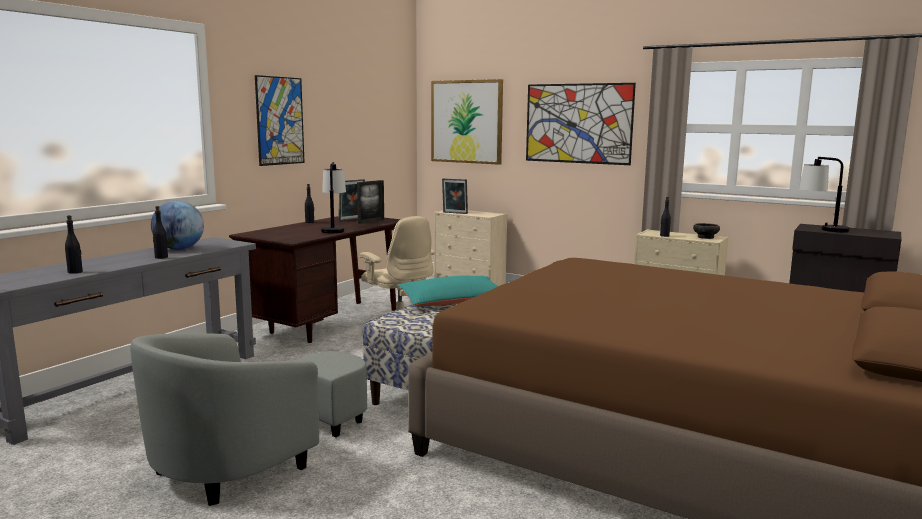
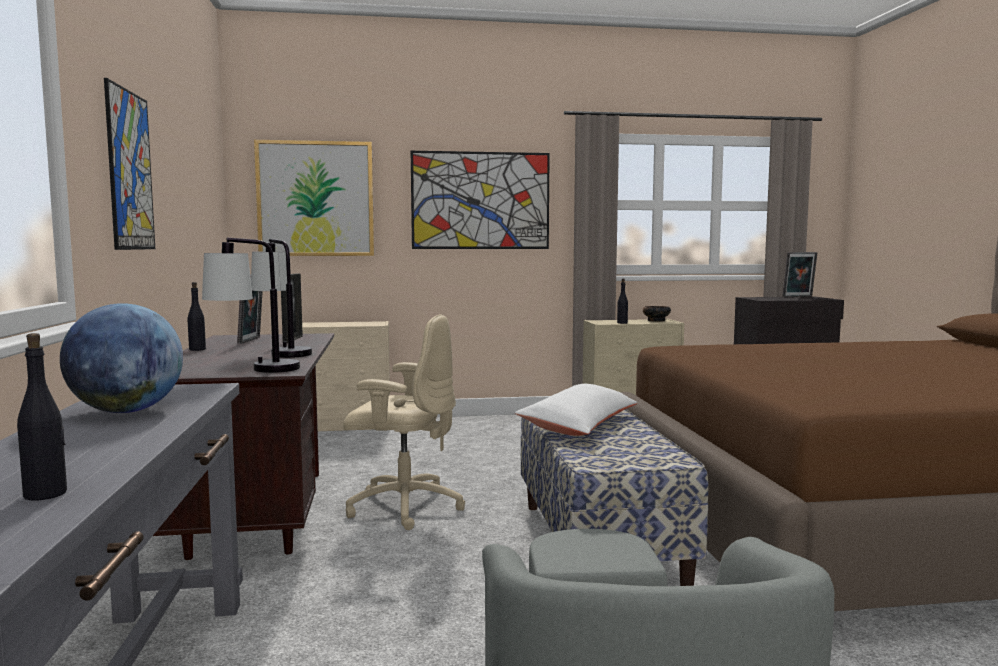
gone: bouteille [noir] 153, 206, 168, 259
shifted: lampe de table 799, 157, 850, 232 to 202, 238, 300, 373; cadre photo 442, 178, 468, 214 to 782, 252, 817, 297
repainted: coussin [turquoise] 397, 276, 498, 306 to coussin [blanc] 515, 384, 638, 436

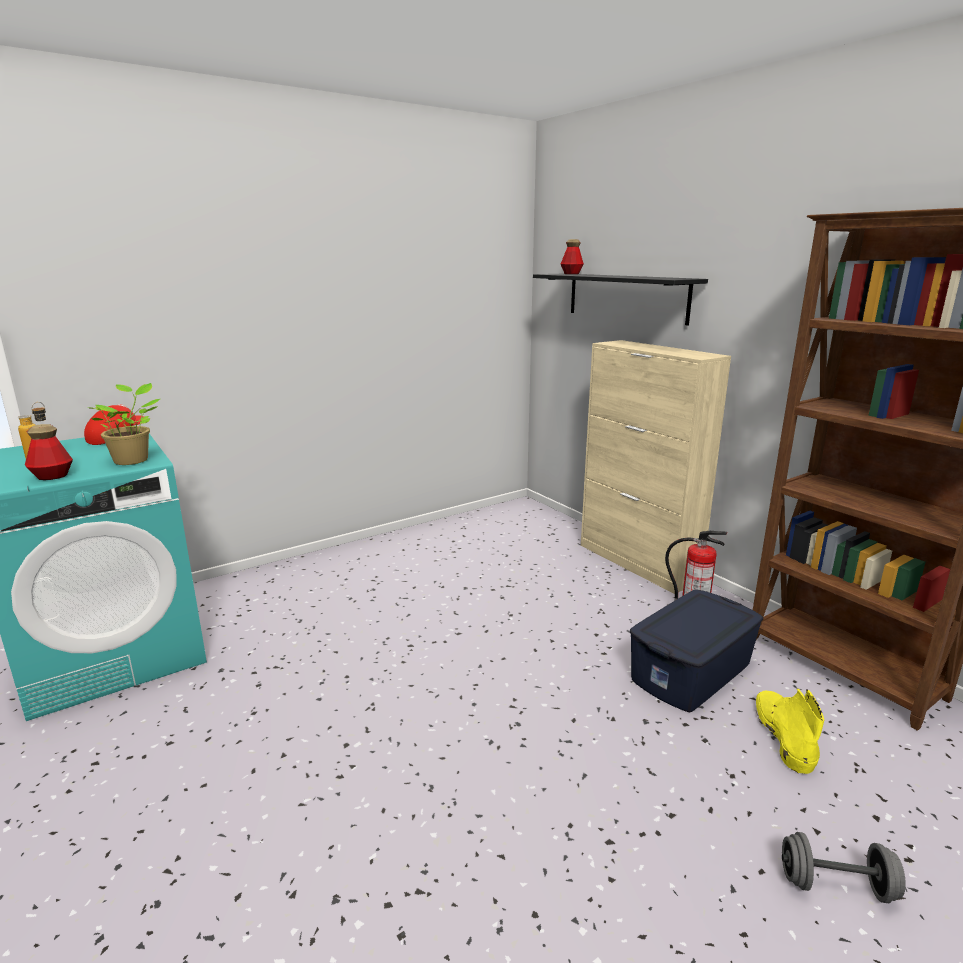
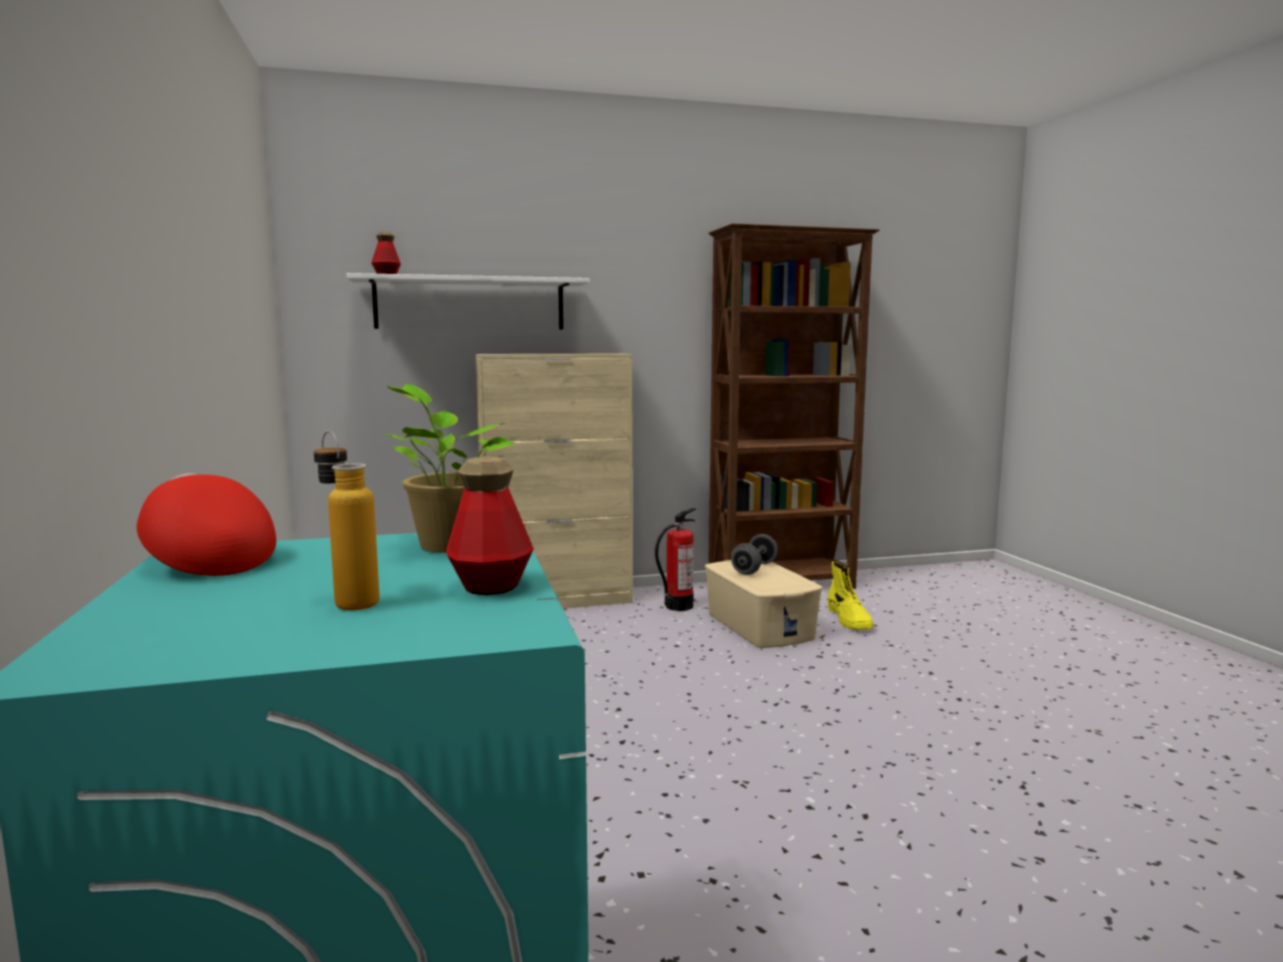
shifted: haltère [gris] 782, 832, 906, 903 to 731, 534, 778, 575
repainted: étagère [noir] 533, 274, 708, 326 to étagère [blanc] 347, 273, 589, 330; boîte de rangement [bleu] 630, 589, 763, 712 to boîte de rangement [beige] 705, 560, 823, 648
rotated: botte [jaune] 756, 689, 824, 774 = 828, 561, 874, 630 120 degrees counterclockwise

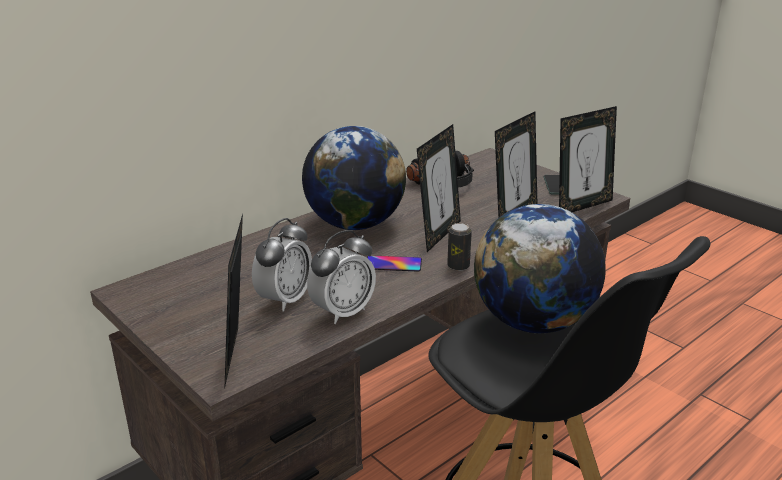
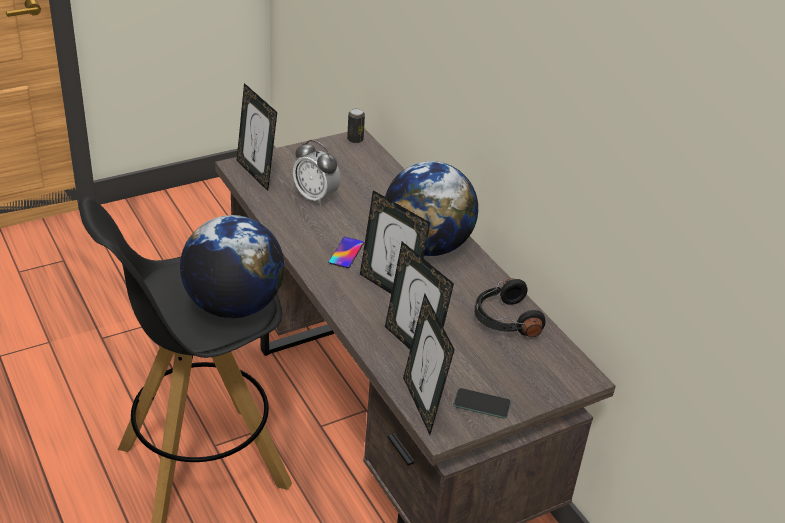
gone: réveil 307, 230, 376, 324
shifted: boîte métallique 447, 223, 472, 271 to 347, 109, 365, 143
rotated: cadre photo 224, 214, 243, 389 = 237, 83, 277, 191 135 degrees counterclockwise

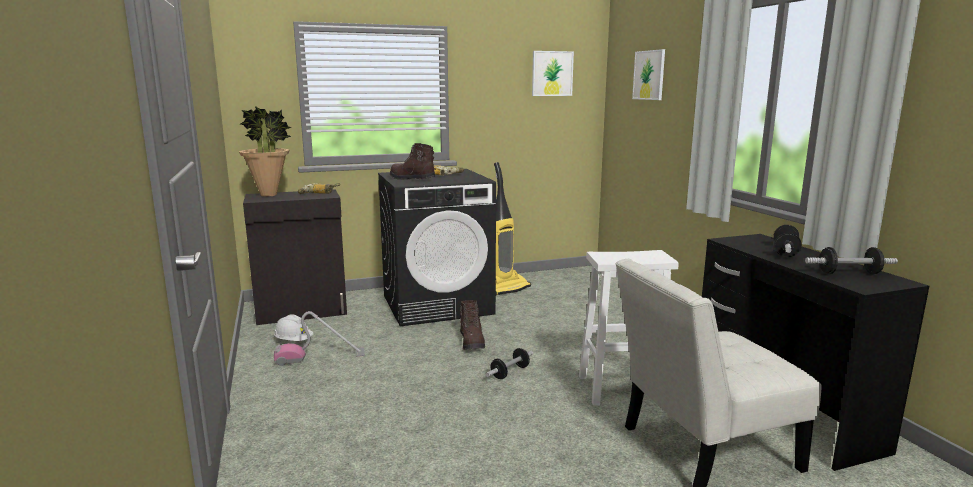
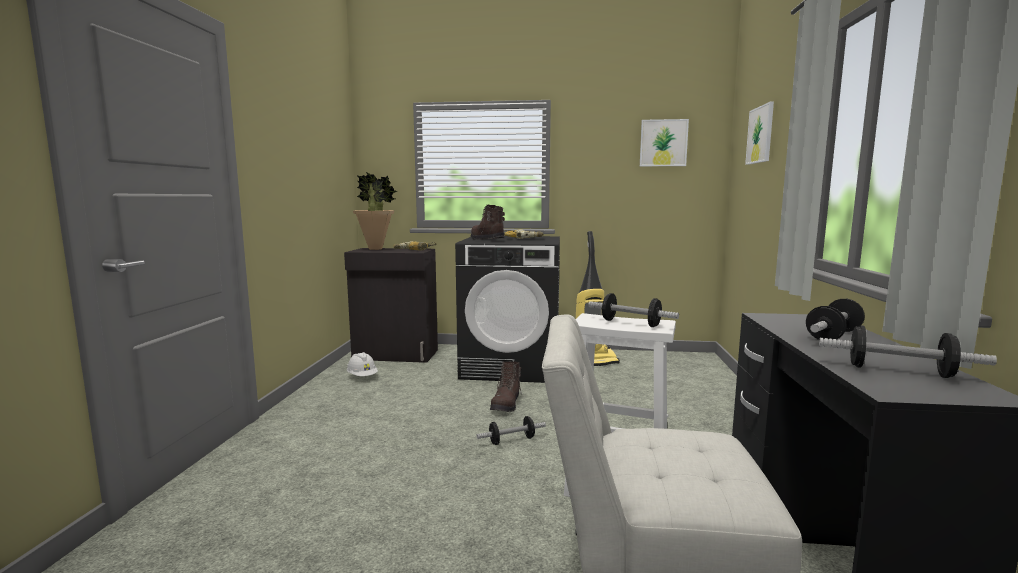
gone: aspirateur 274, 311, 365, 366
new: haltère 588, 293, 679, 327

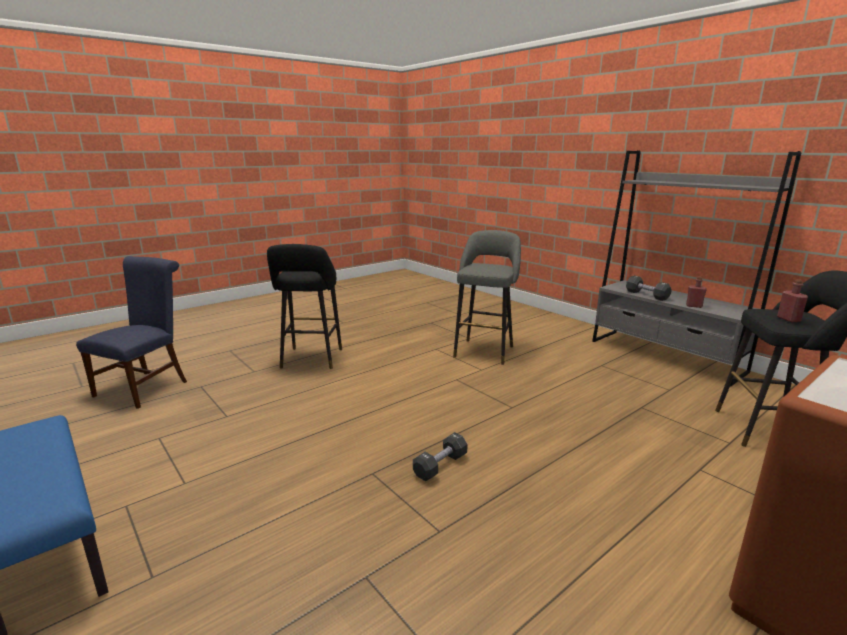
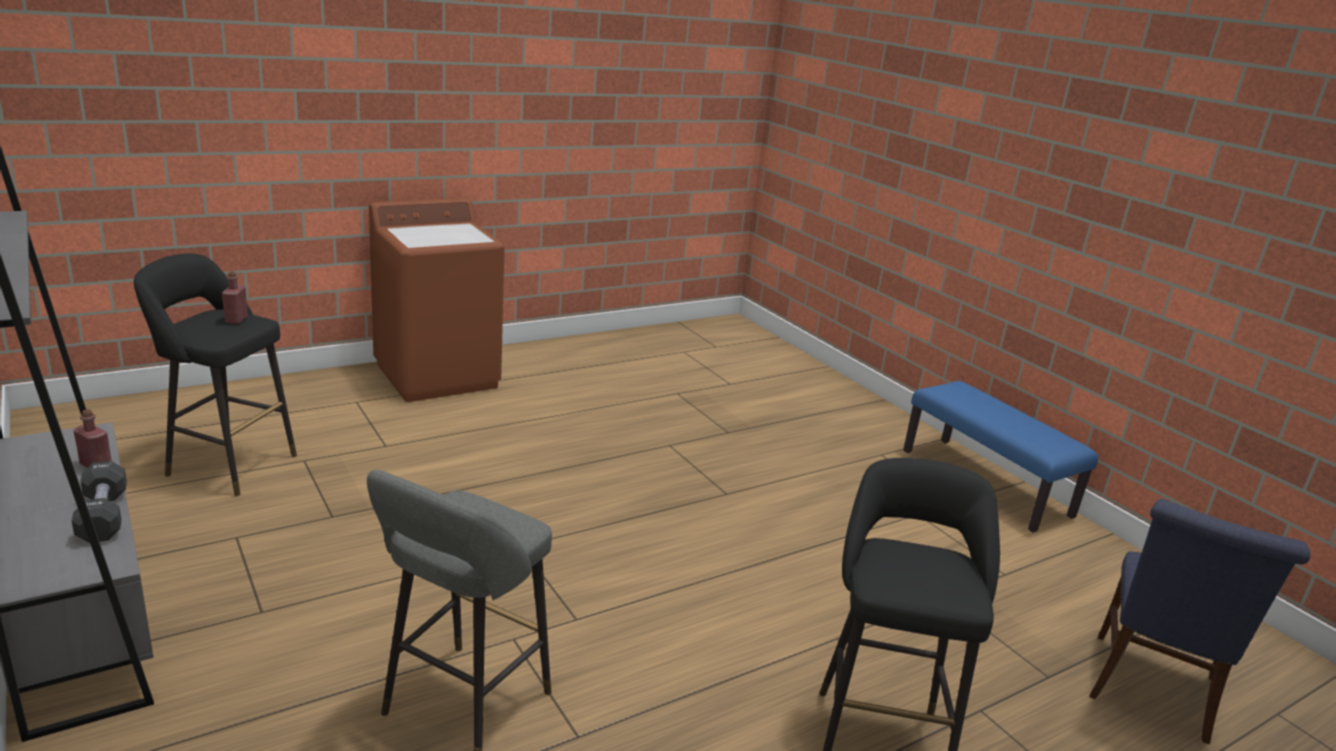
gone: haltère [noir] 413, 432, 468, 481

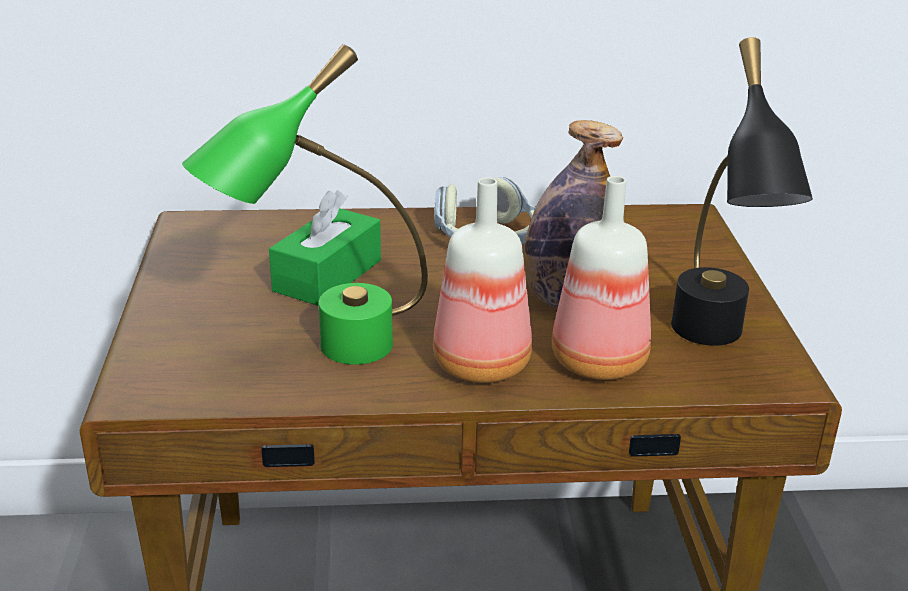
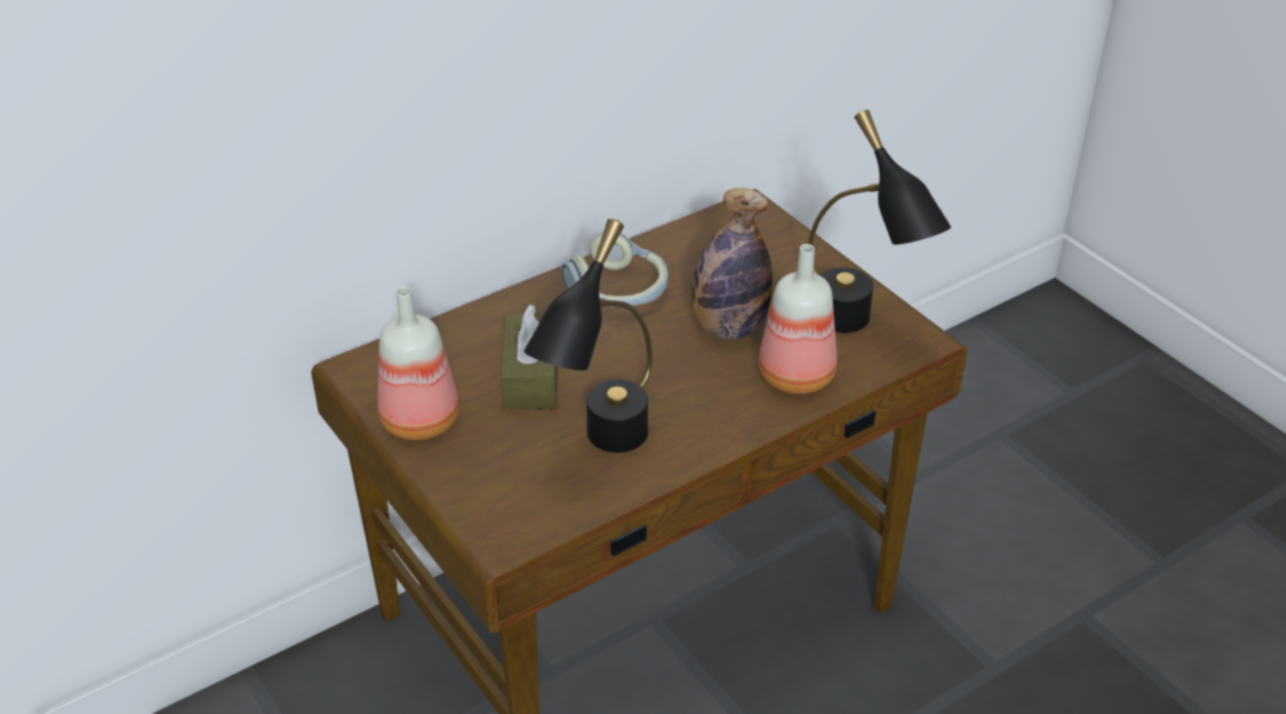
shifted: bouteille 433, 177, 532, 383 to 377, 287, 459, 440
repainted: boîte à mouchoirs [vert] 269, 190, 381, 306 to boîte à mouchoirs [marron] 500, 305, 557, 410; lampe de table [vert] 182, 44, 428, 365 to lampe de table [noir] 524, 219, 652, 453

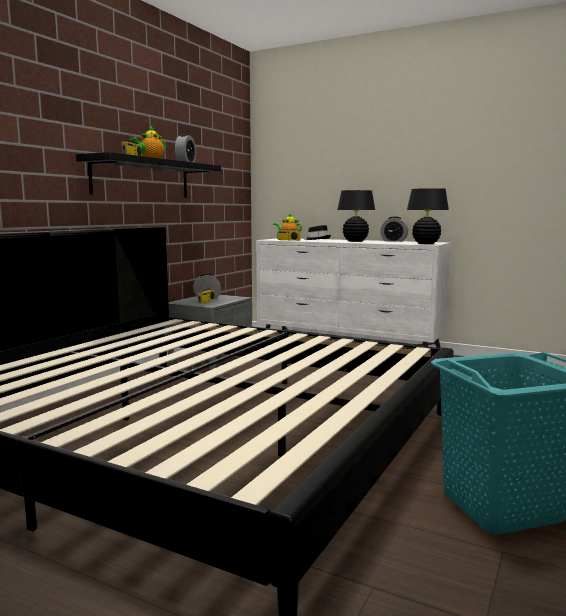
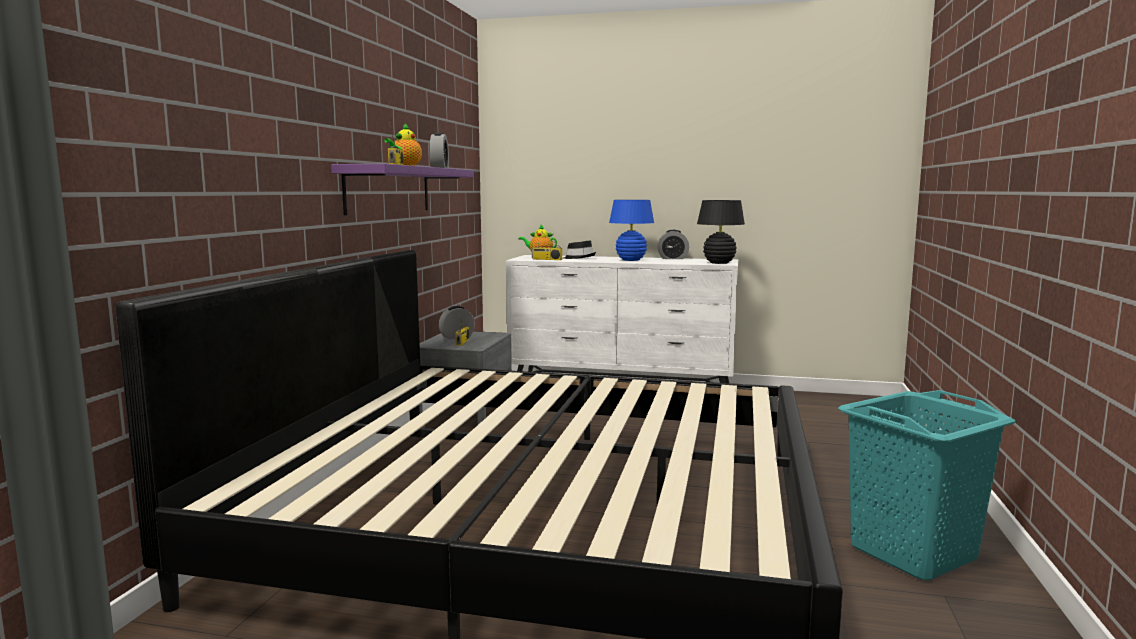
repainted: étagère [noir] 76, 152, 221, 198 to étagère [violet] 331, 164, 474, 215; lampe de table [noir] 337, 190, 375, 242 to lampe de table [bleu] 609, 200, 654, 261

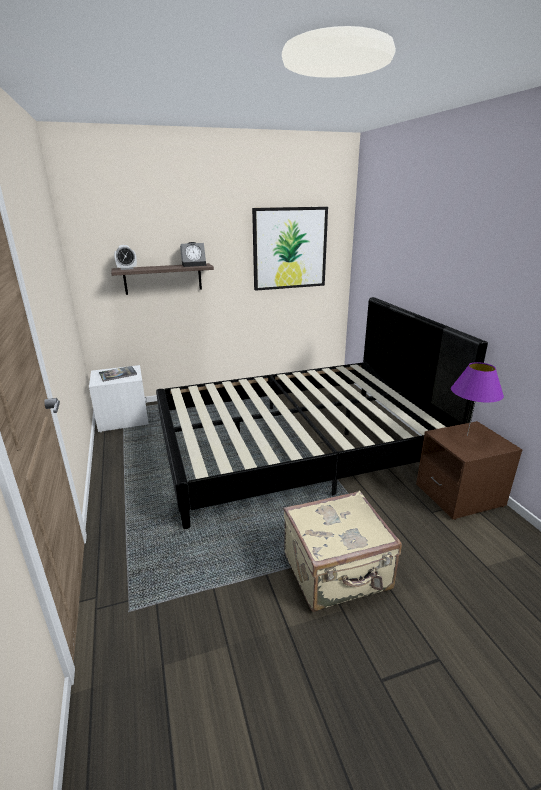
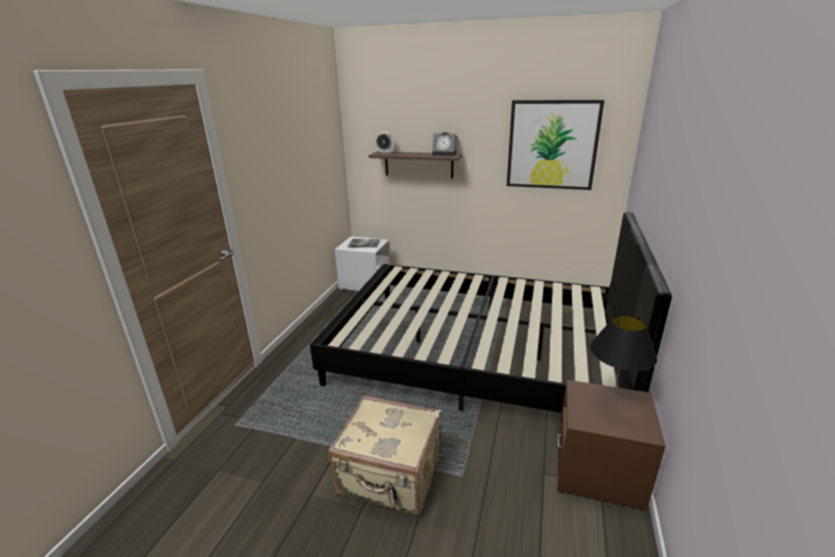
repainted: lampe de table [violet] 451, 362, 504, 436 to lampe de table [noir] 590, 315, 657, 403

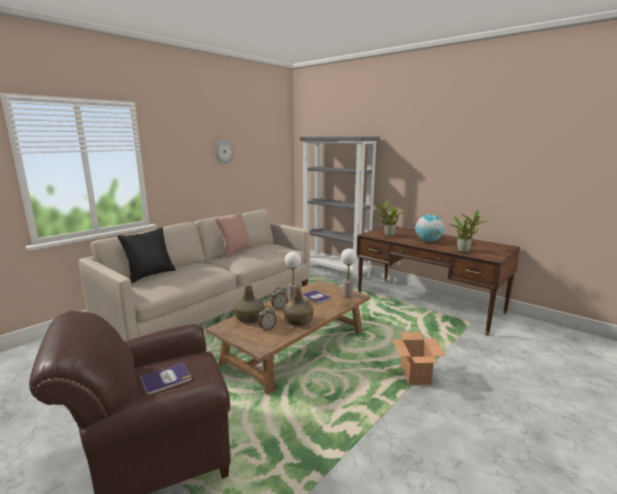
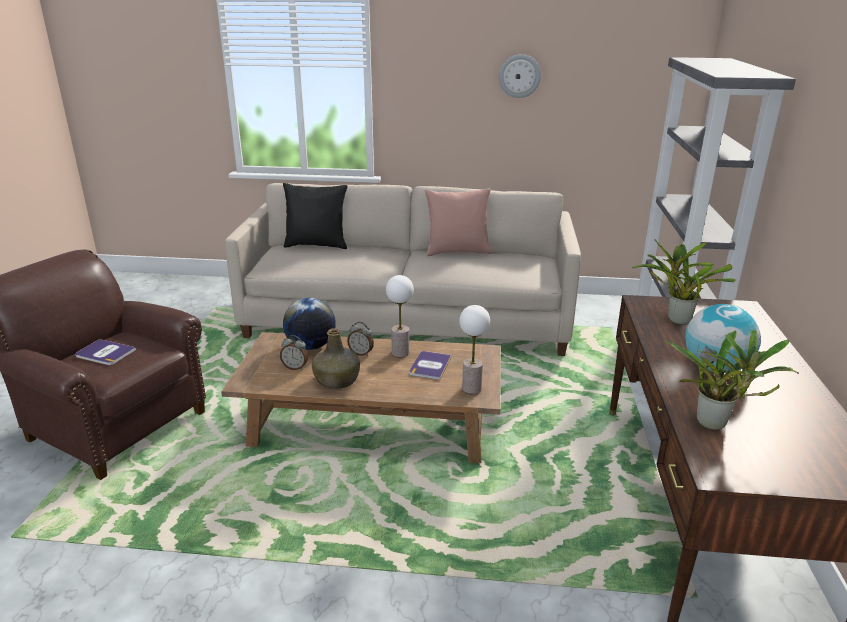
gone: carton 392, 332, 445, 385
swapped: bouteille [vert] 234, 285, 264, 323 to globe 283, 298, 336, 350

